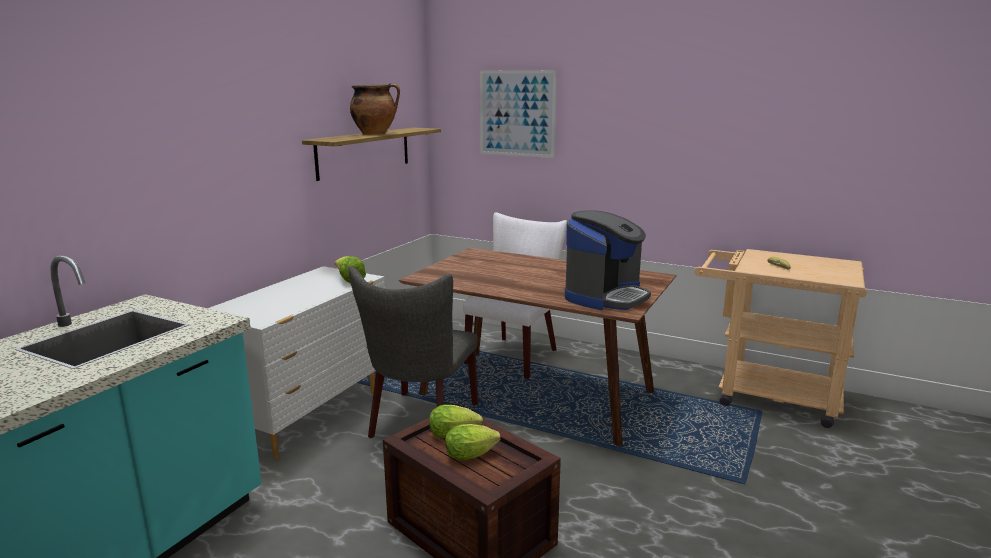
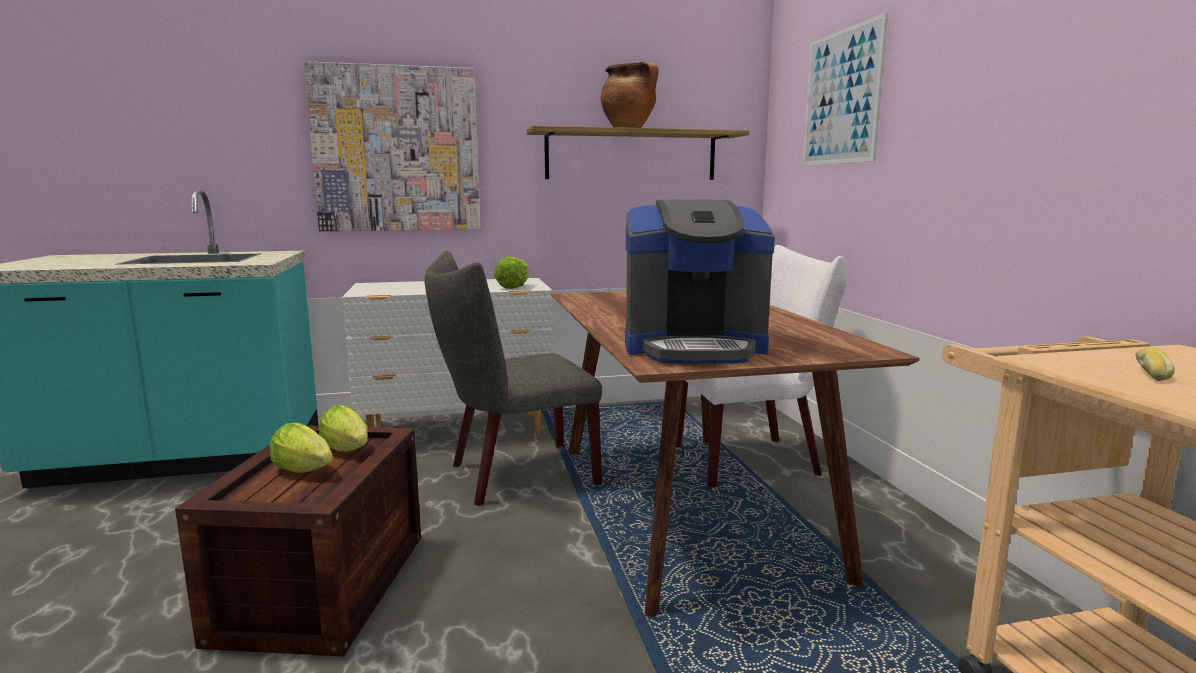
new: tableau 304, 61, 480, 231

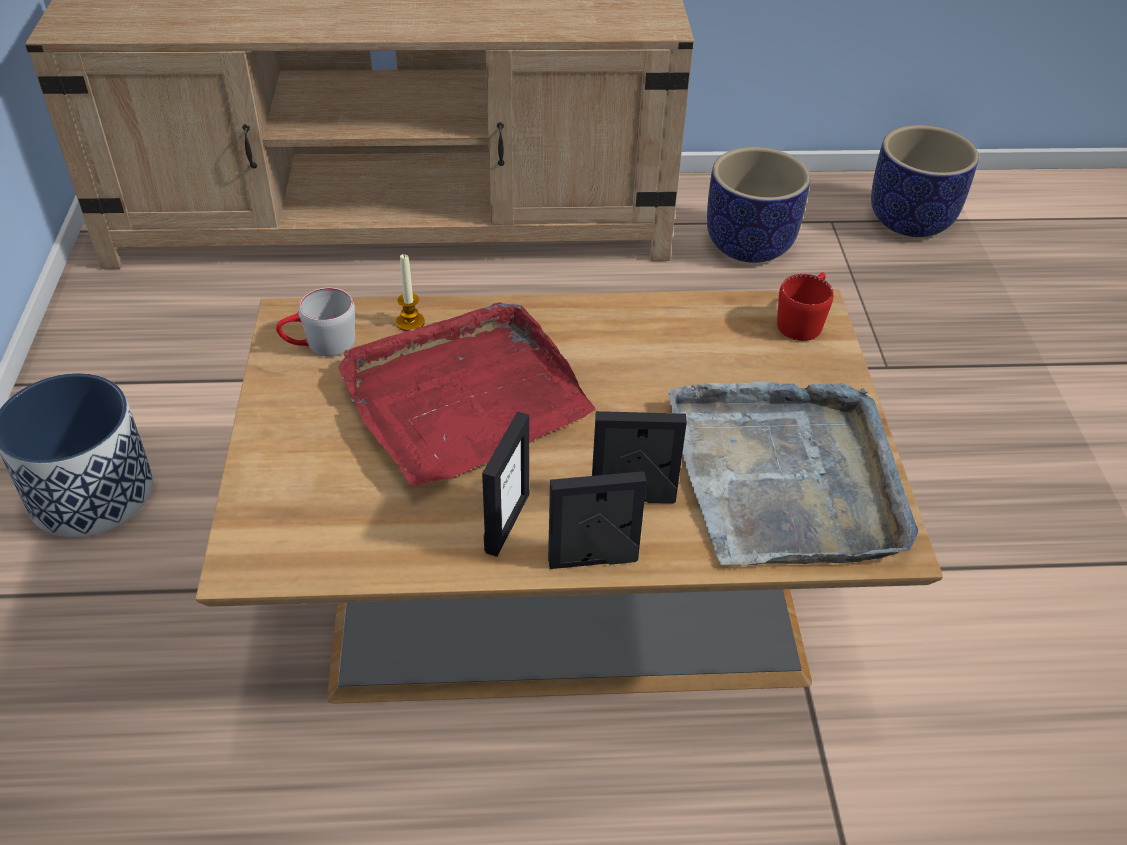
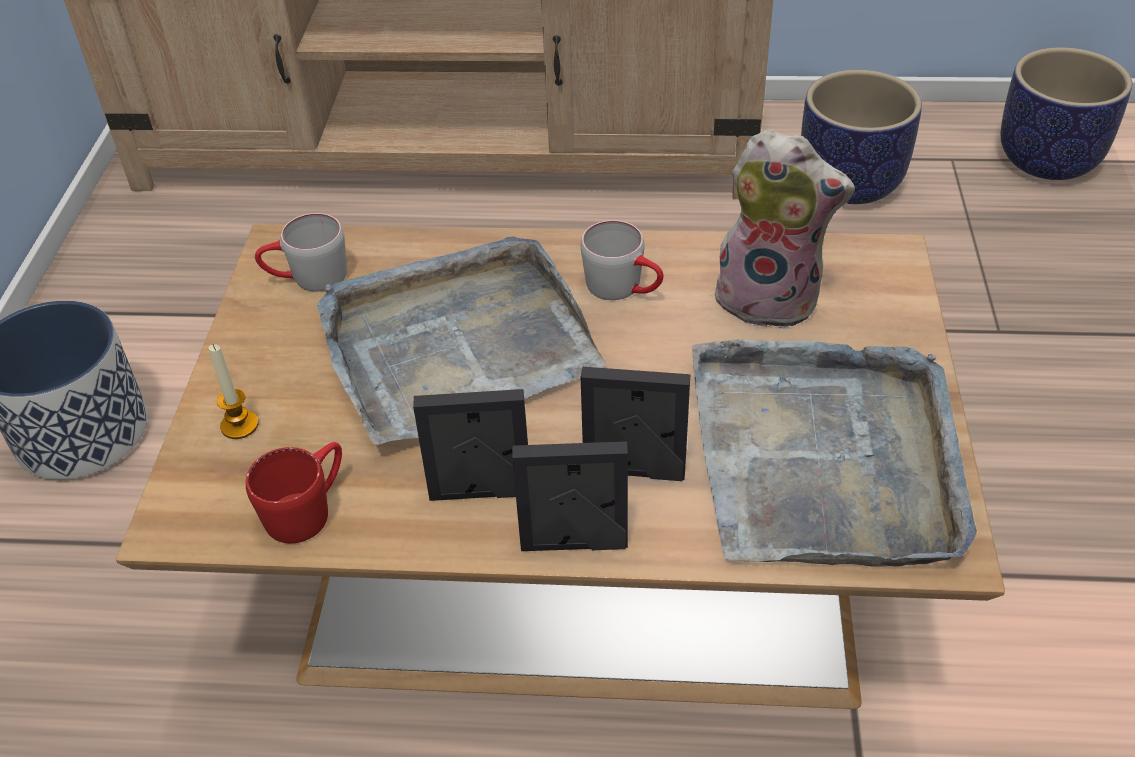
new: mug [gris] 581, 220, 664, 300; peluche 711, 129, 855, 330
shifted: bougie 396, 254, 425, 331 to 208, 344, 259, 439; mug [rouge] 777, 272, 833, 341 to 246, 442, 342, 543
repainted: plateau [rouge] 338, 302, 596, 487 to plateau [gris] 317, 236, 606, 445
rotated: cadre photo 482, 411, 529, 557 = 413, 389, 528, 501 120 degrees counterclockwise

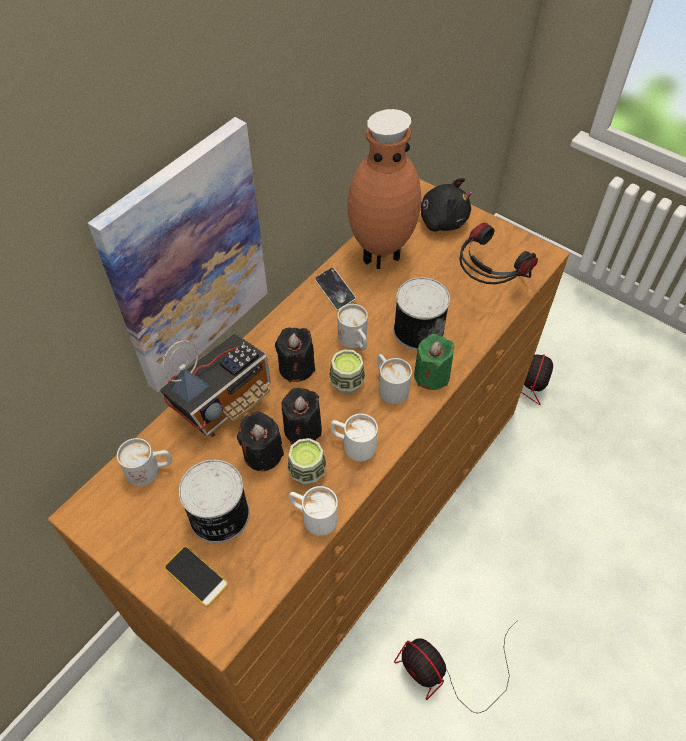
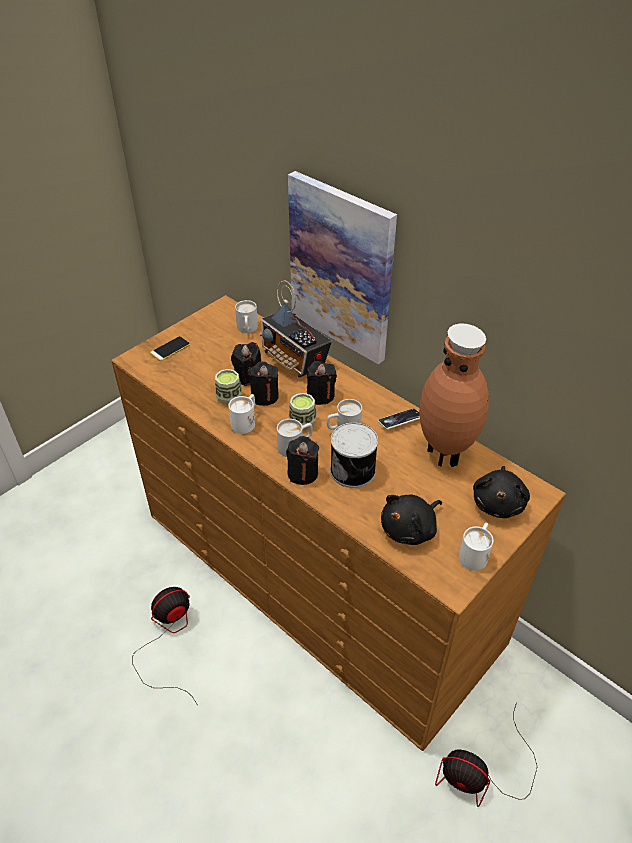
gone: boîte métallique 179, 460, 249, 543
shifted: mug [blanc] 289, 486, 338, 536 to 459, 523, 493, 571
swapped: casque audio 459, 223, 538, 284 to peluche [noir] 381, 495, 442, 545
repainted: bougie [vert] 414, 334, 455, 390 to bougie [noir] 286, 436, 319, 485

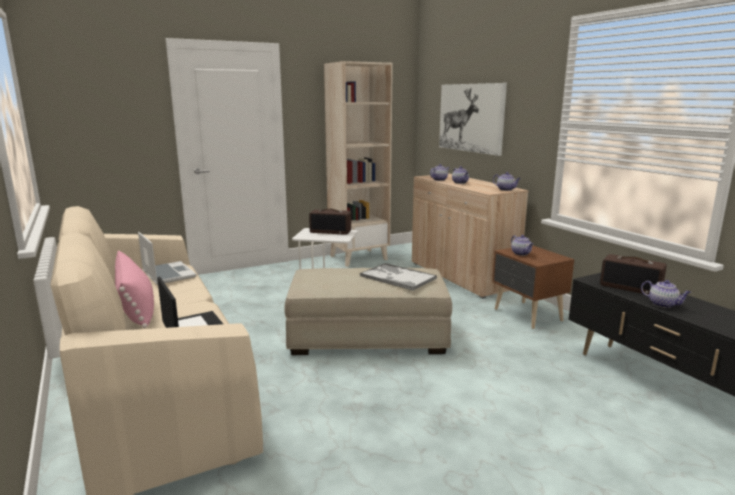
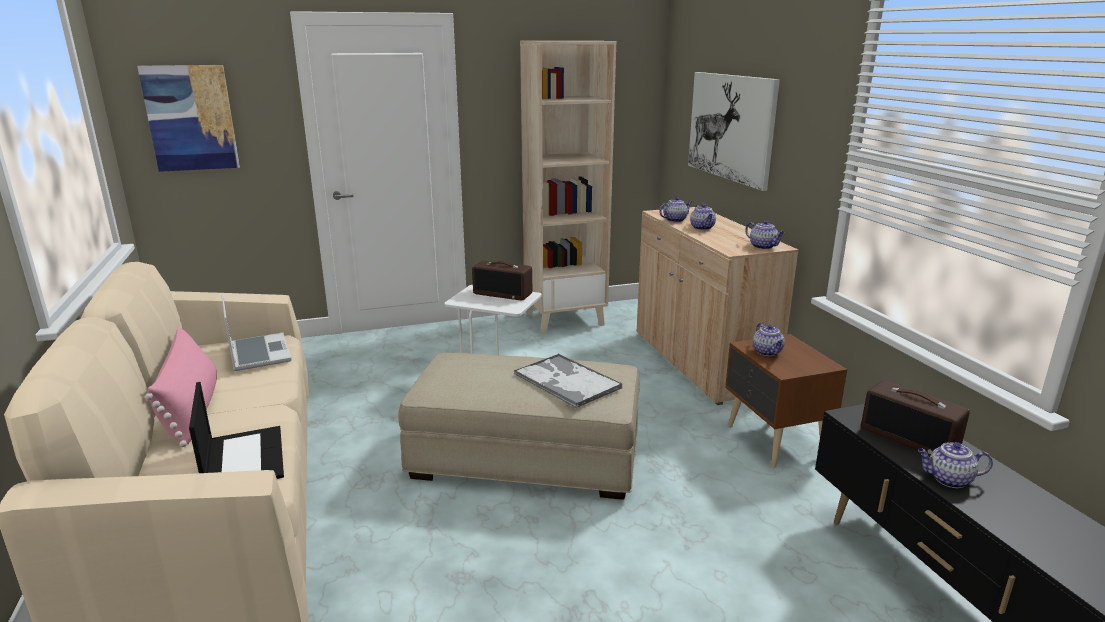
new: tableau 137, 65, 240, 172
rotated: théière 641, 280, 691, 308 = 918, 442, 993, 488 135 degrees clockwise

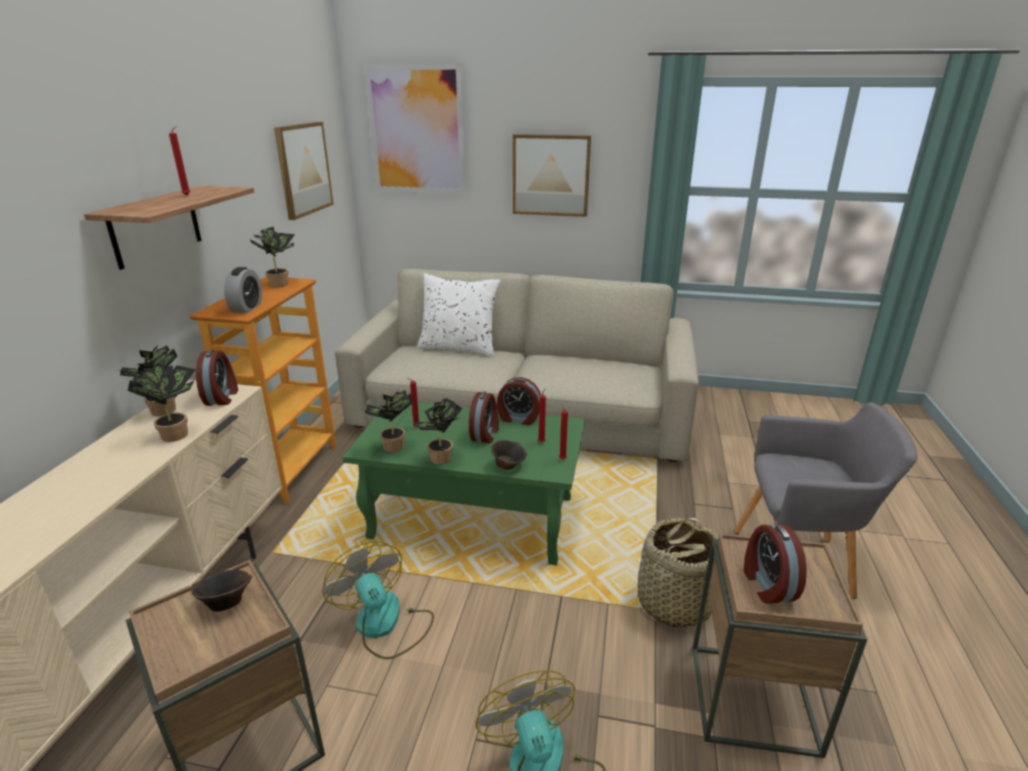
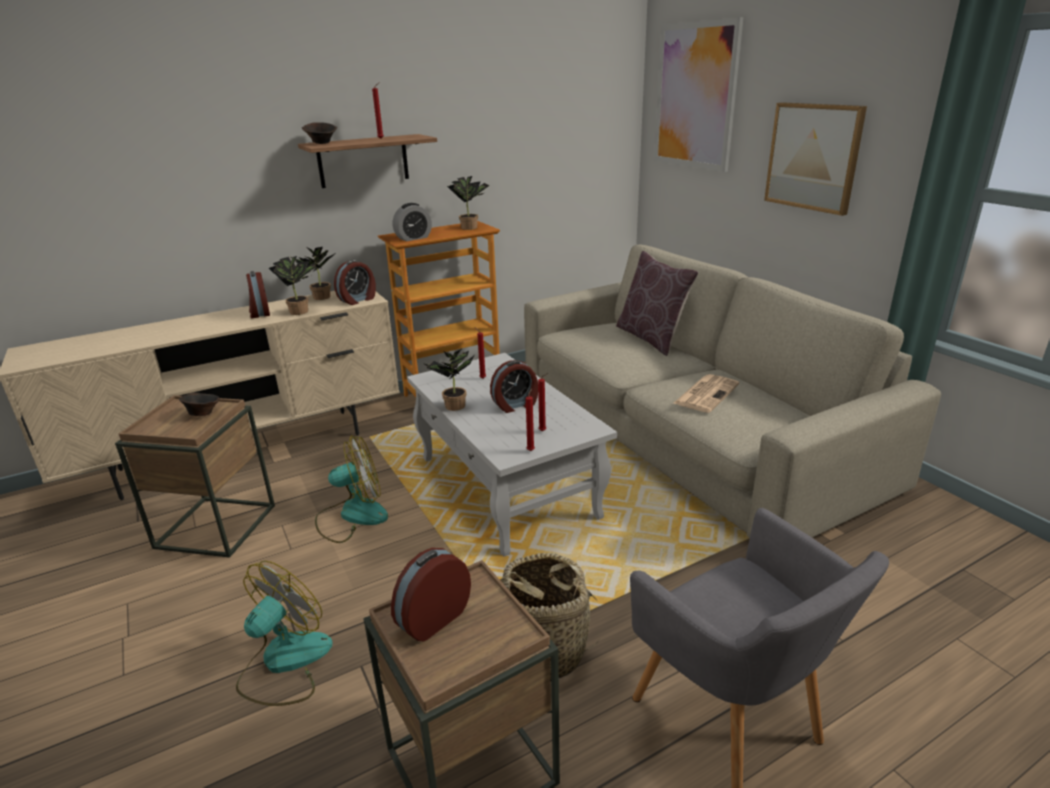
gone: tableau 274, 122, 334, 220; plante en pot 362, 390, 412, 452
new: journal 674, 374, 739, 413
shifted: réveil 497, 377, 541, 426 to 246, 271, 270, 318; bol [marron] 491, 440, 527, 470 to 302, 122, 337, 144
repainted: table basse [vert] 343, 402, 585, 565 to table basse [blanc] 407, 353, 617, 557; coussin [blanc] 417, 274, 501, 357 to coussin [marron] 616, 251, 699, 356
rotated: ventilateur 322, 541, 434, 659 = 315, 436, 388, 543 60 degrees clockwise

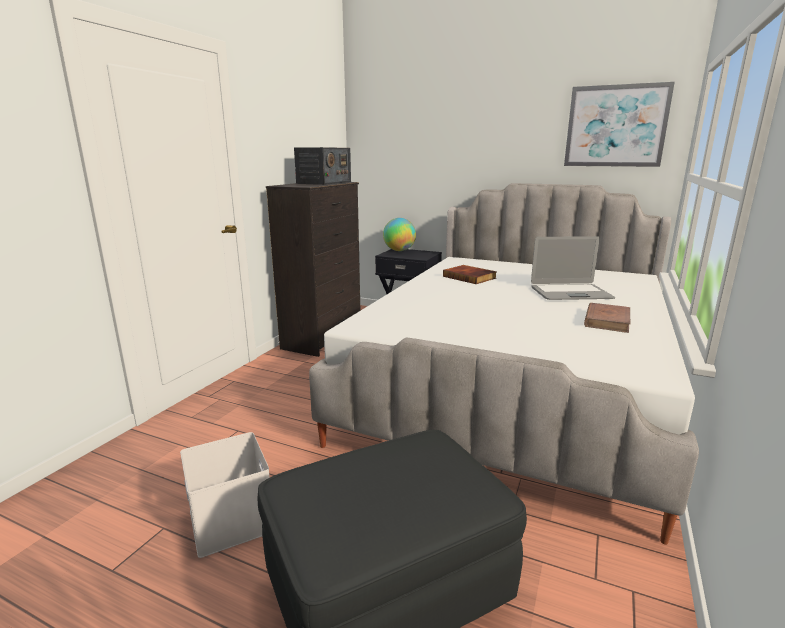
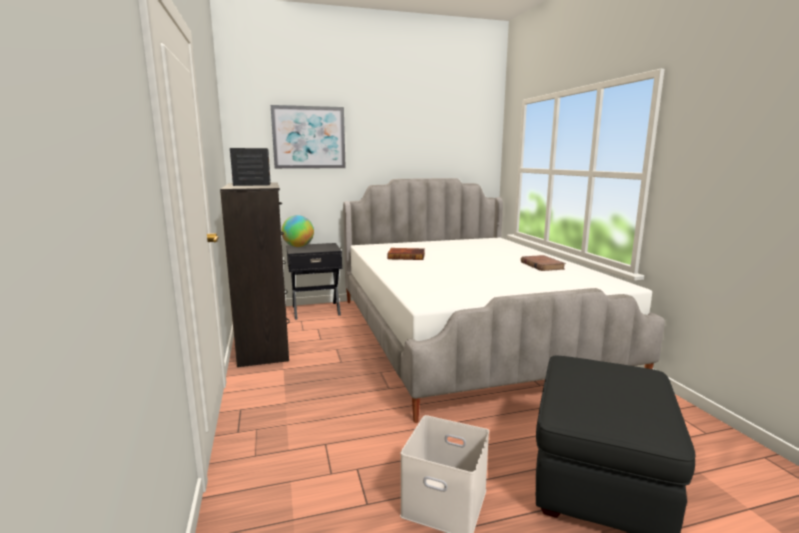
gone: ordinateur portable 531, 236, 615, 300
shifted: tableau 564, 82, 675, 167 to 271, 105, 346, 169

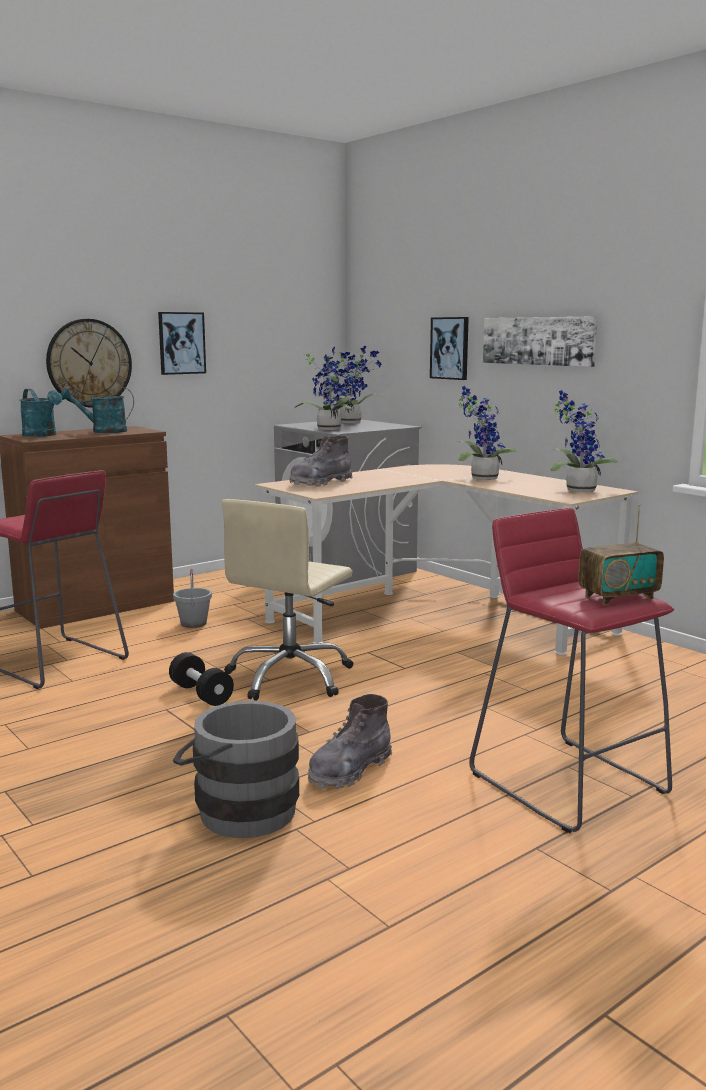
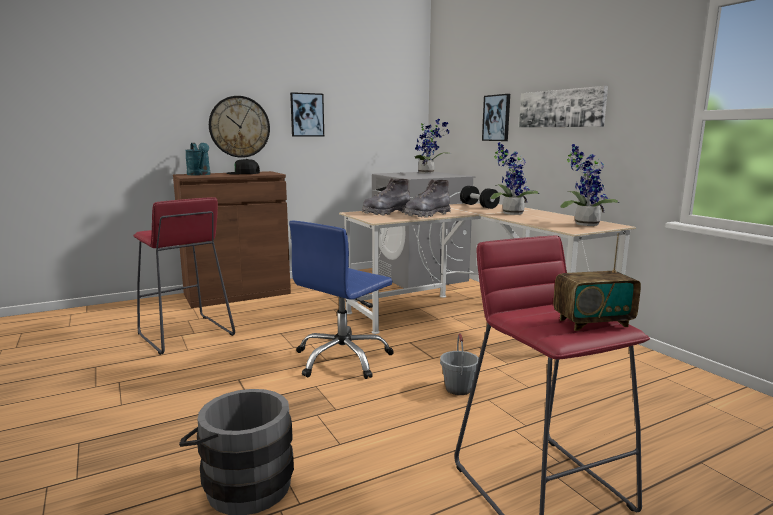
gone: plante en pot 294, 347, 357, 430
shifted: botte [gris] 308, 694, 392, 789 to 404, 179, 451, 218; seau [gris] 173, 569, 212, 628 to 440, 333, 479, 395; haltère [noir] 169, 652, 234, 706 to 460, 186, 500, 209
swapped: arrosoir [turquoise] 61, 387, 134, 433 to casquette [noir] 226, 159, 260, 175
repainted: chaise de bureau [beige] 222, 499, 354, 701 to chaise de bureau [bleu] 289, 221, 394, 379

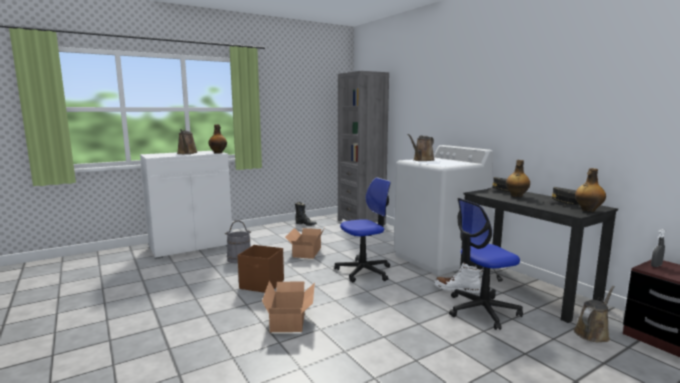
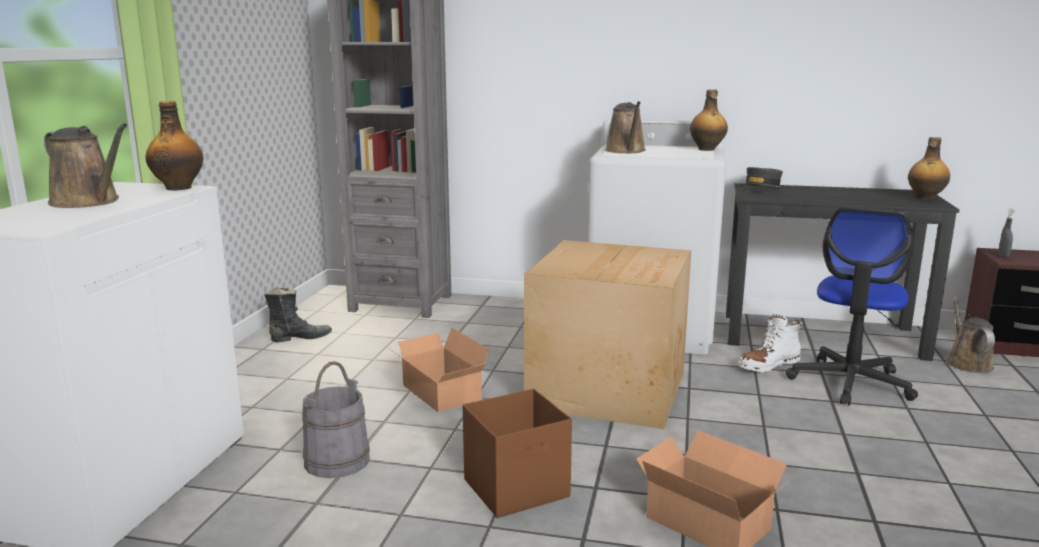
gone: casquette [gris] 543, 187, 578, 205
shifted: bouteille 506, 160, 530, 197 to 690, 89, 728, 151
swapped: chaise de bureau 334, 178, 391, 282 to carton 524, 240, 691, 429

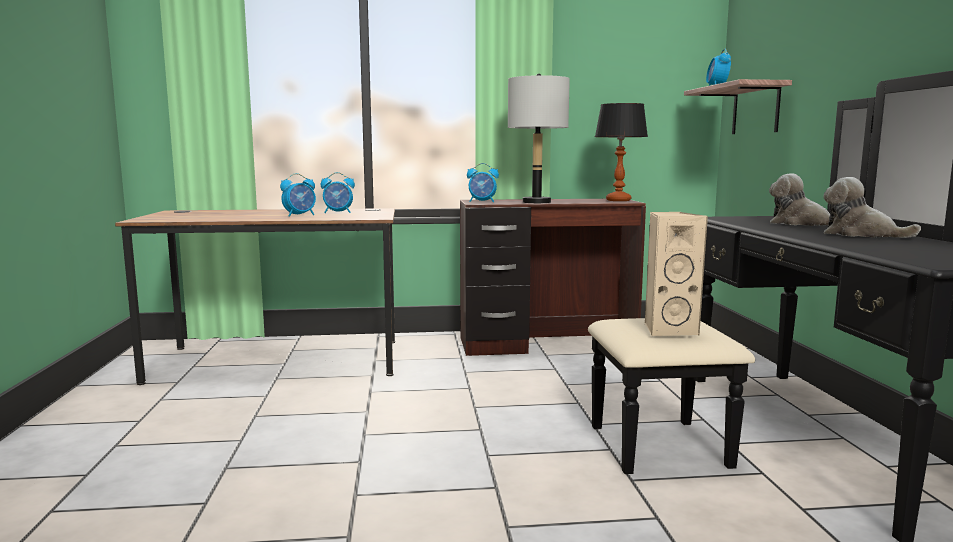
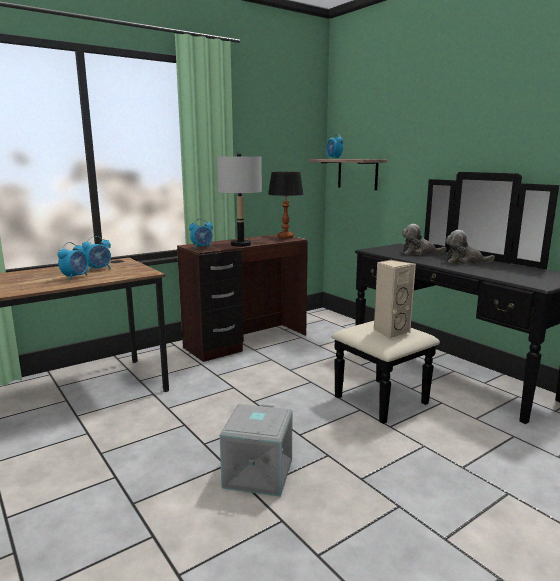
new: boîte de rangement [gris] 220, 404, 293, 497

